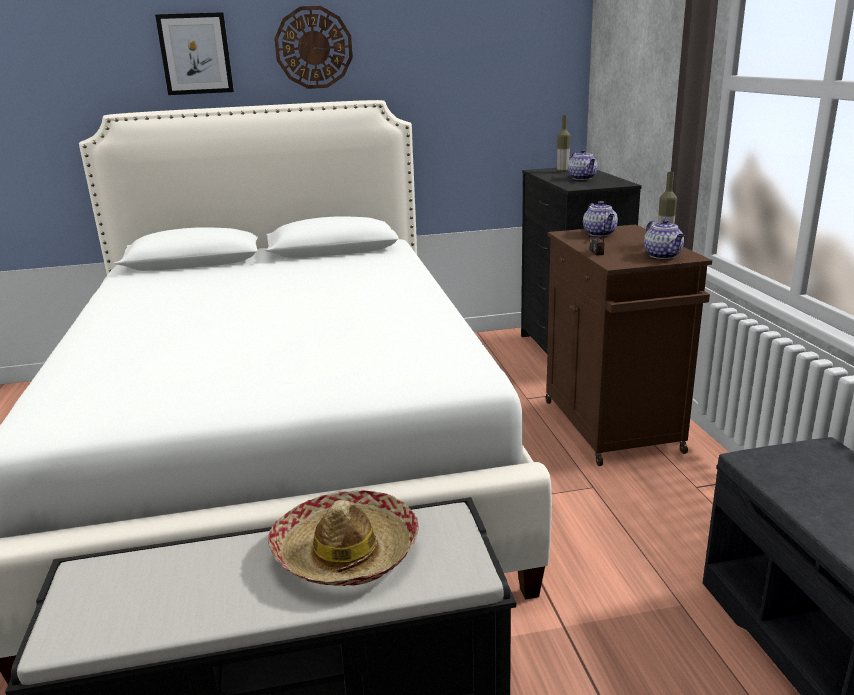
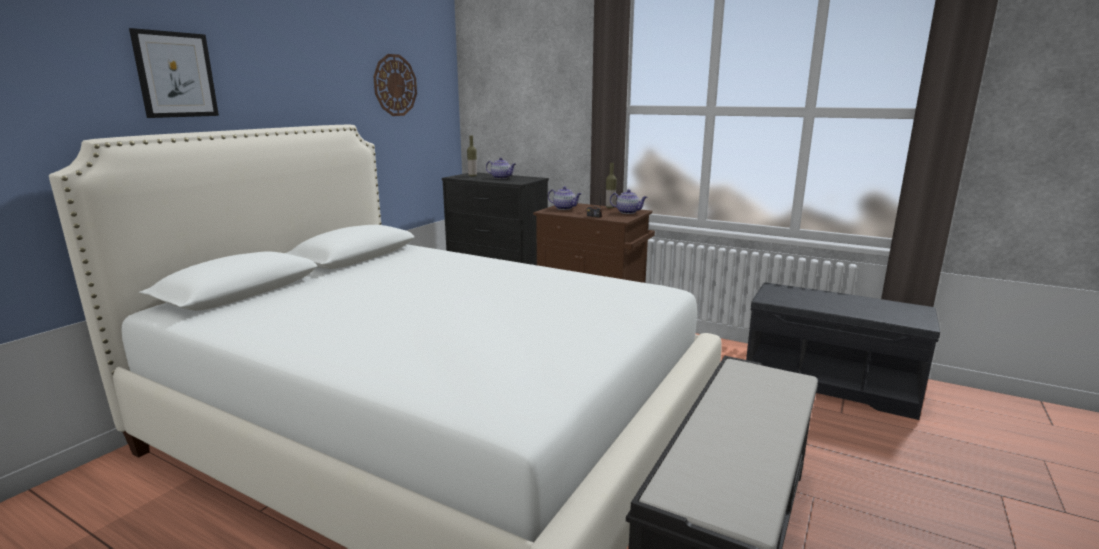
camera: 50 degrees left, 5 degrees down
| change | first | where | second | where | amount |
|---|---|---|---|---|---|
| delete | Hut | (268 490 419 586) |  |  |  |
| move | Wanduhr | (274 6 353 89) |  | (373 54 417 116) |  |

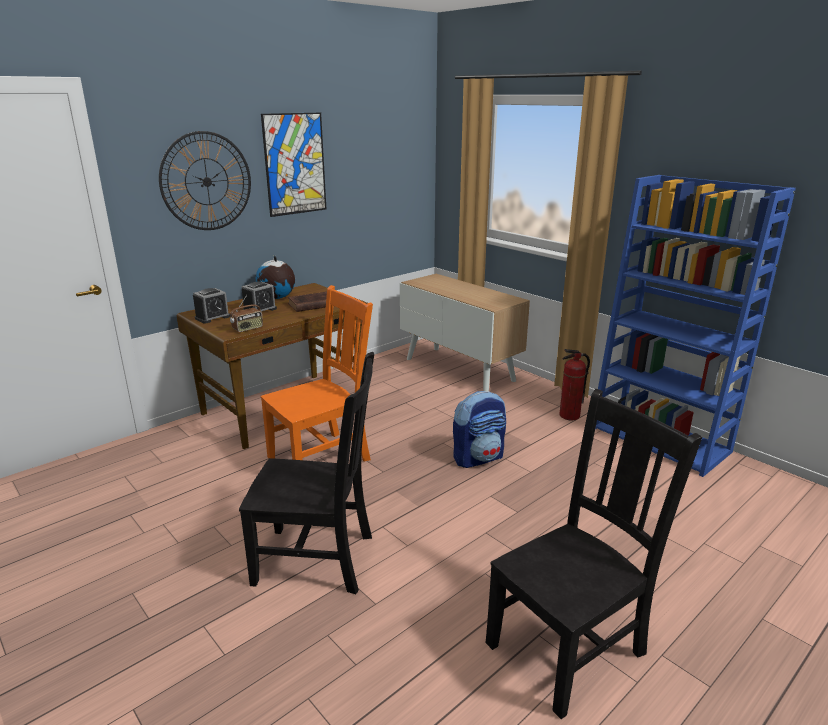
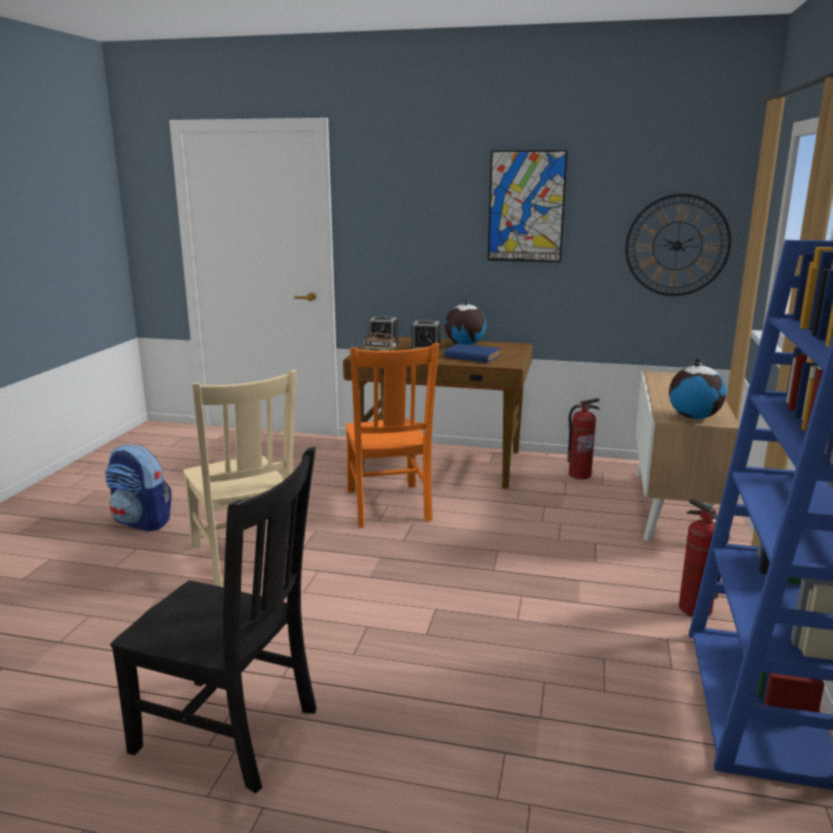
camera: 55 degrees right, 5 degrees down
| change | first | where | second | where | amount |
|---|---|---|---|---|---|
| insert |  |  | Feuerlöscher | (567 398 600 479) |  |
| insert |  |  | Globus | (669 358 727 419) |  |
| move | Wanduhr | (159 131 251 230) |  | (625 194 731 296) |  |
| move | Rucksack | (453 391 506 468) |  | (105 444 171 532) |  |
| recolor | Stuhl (schwarz) | (239 352 374 594) | Stuhl (beige) | (183 370 297 587) |  |
| recolor | Buch (braun) | (288 292 327 312) | Buch (blau) | (444 343 501 363) |  |
| rotate | Stuhl (orange) | (260 285 373 461) |  | (345 343 439 528) | 60 degrees clockwise |

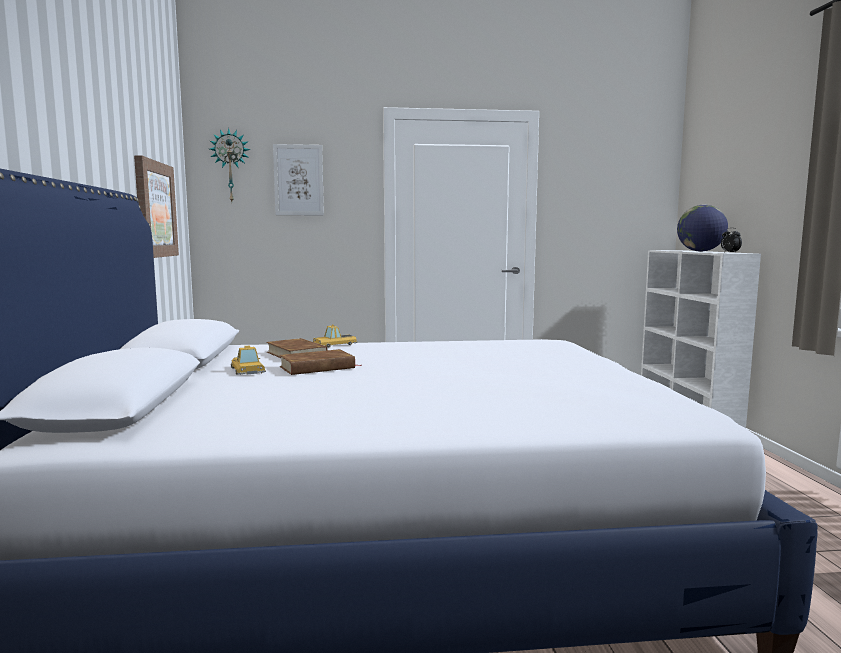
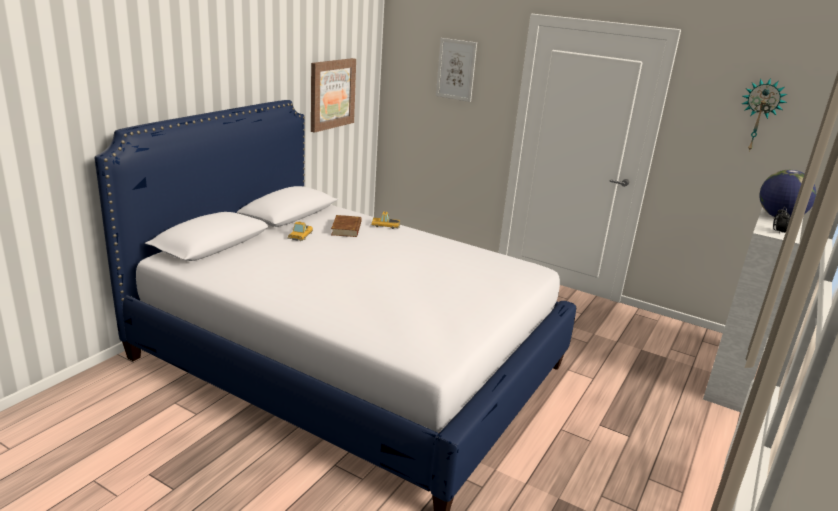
camera: 35 degrees right, 15 degrees up
| change | first | where | second | where | amount |
|---|---|---|---|---|---|
| delete | Buch (braun) | (279 349 362 375) |  |  |  |
| move | Wanduhr | (210 128 250 202) |  | (742 78 787 151) |  |

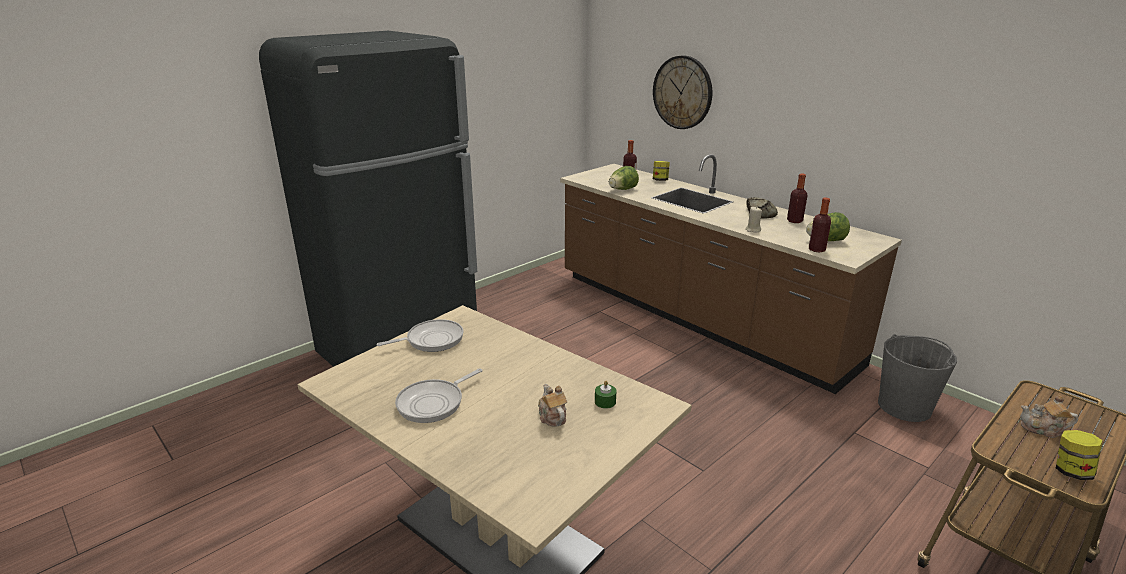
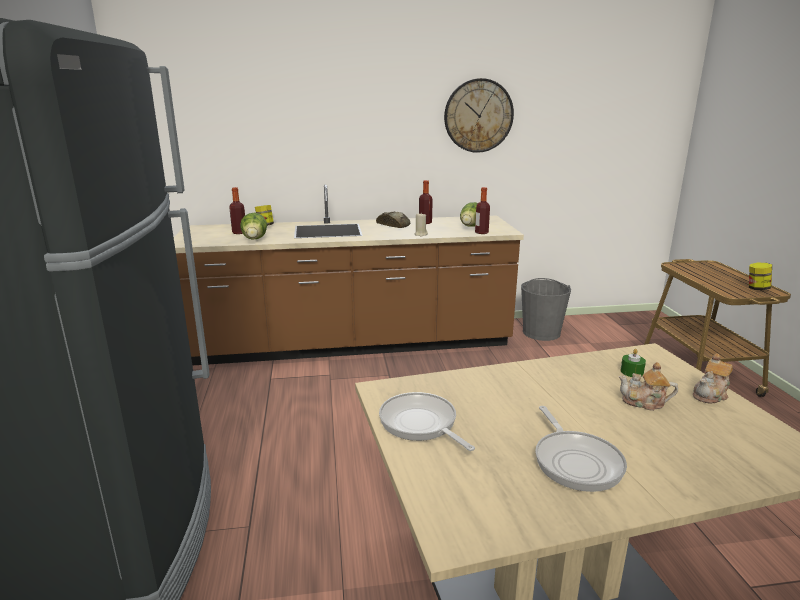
camera: 55 degrees left, 5 degrees down
| change | first | where | second | where | amount |
|---|---|---|---|---|---|
| move | Wanduhr | (653 55 712 129) |  | (444 78 514 153) |  |
| move | Teekanne | (1020 395 1078 438) |  | (693 353 733 404) |  |
| rotate | Pfanne | (376 319 463 352) |  | (379 392 475 451) | 45 degrees counterclockwise |

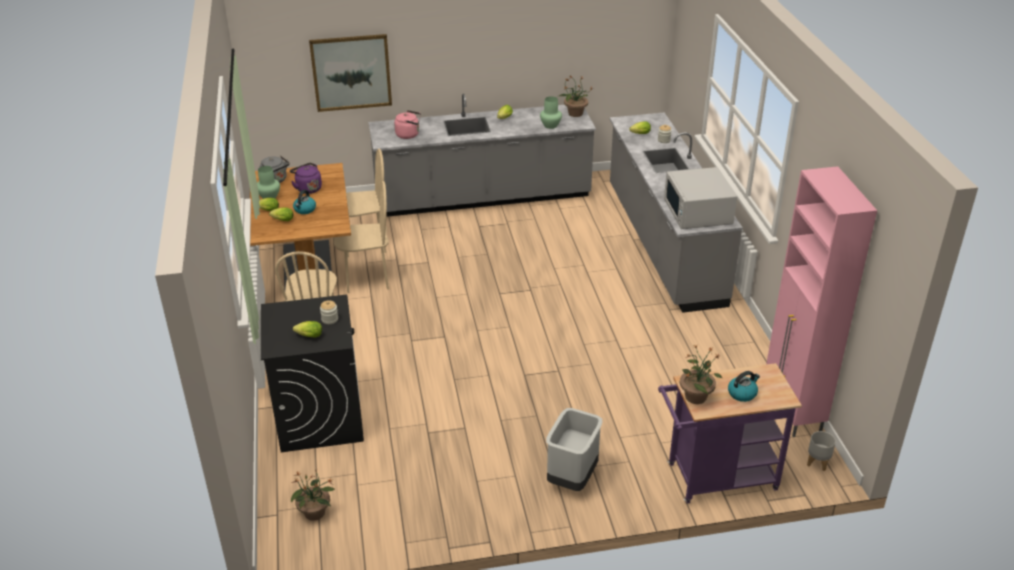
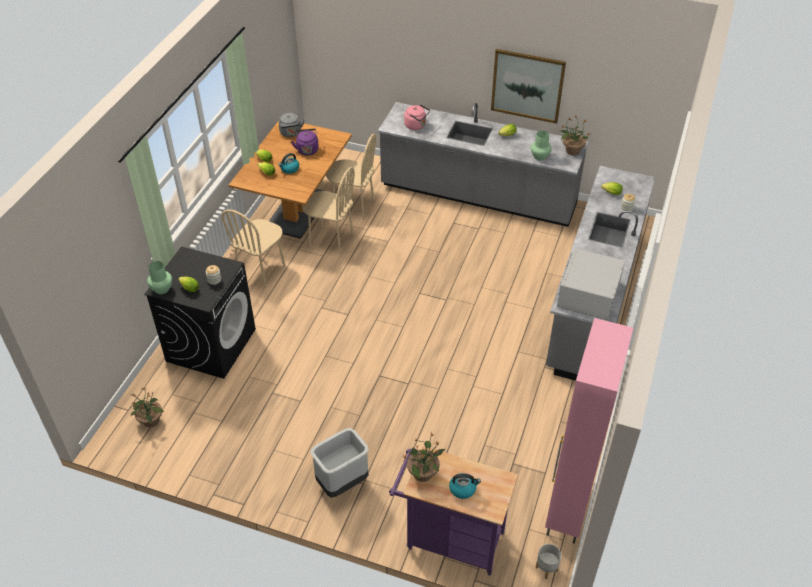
camera: 30 degrees right, 10 degrees up
| change | first | where | second | where | amount |
|---|---|---|---|---|---|
| move | Vase (grün) | (257 166 280 199) |  | (147 261 172 294) |  |
| move | Bild | (309 34 392 112) |  | (491 49 566 124) |  |

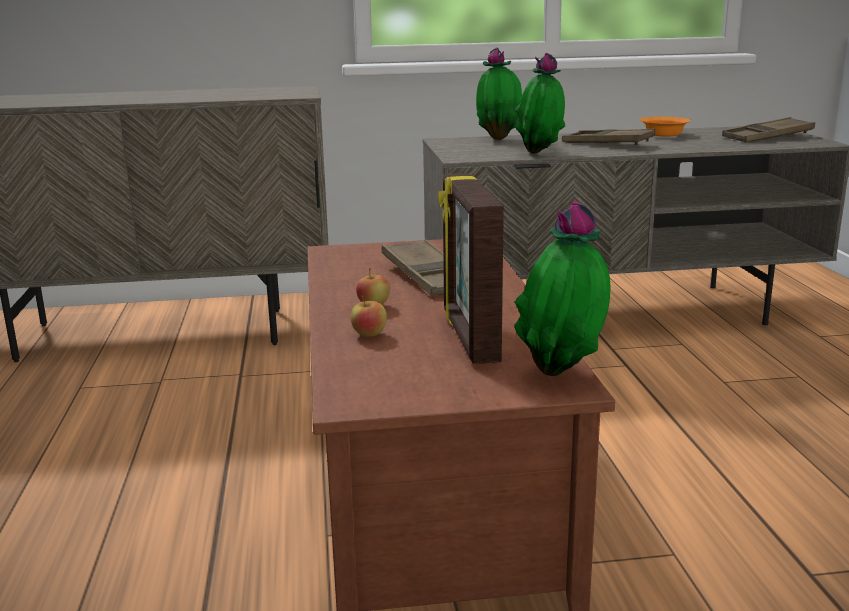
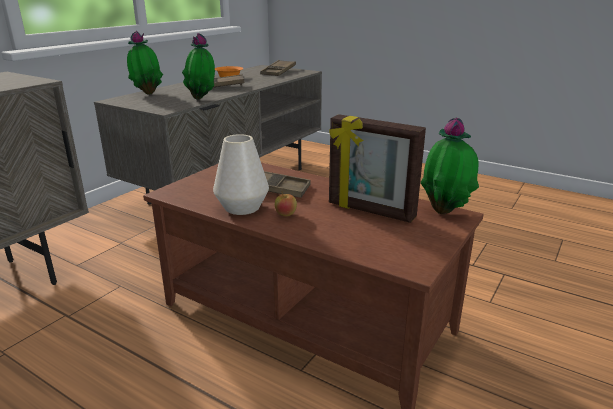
camera: 50 degrees left, 5 degrees up
| change | first | where | second | where | amount |
|---|---|---|---|---|---|
| delete | Apfel | (351 296 387 337) |  |  |  |
| insert |  |  | Vase (weiß) | (213 134 269 215) |  |

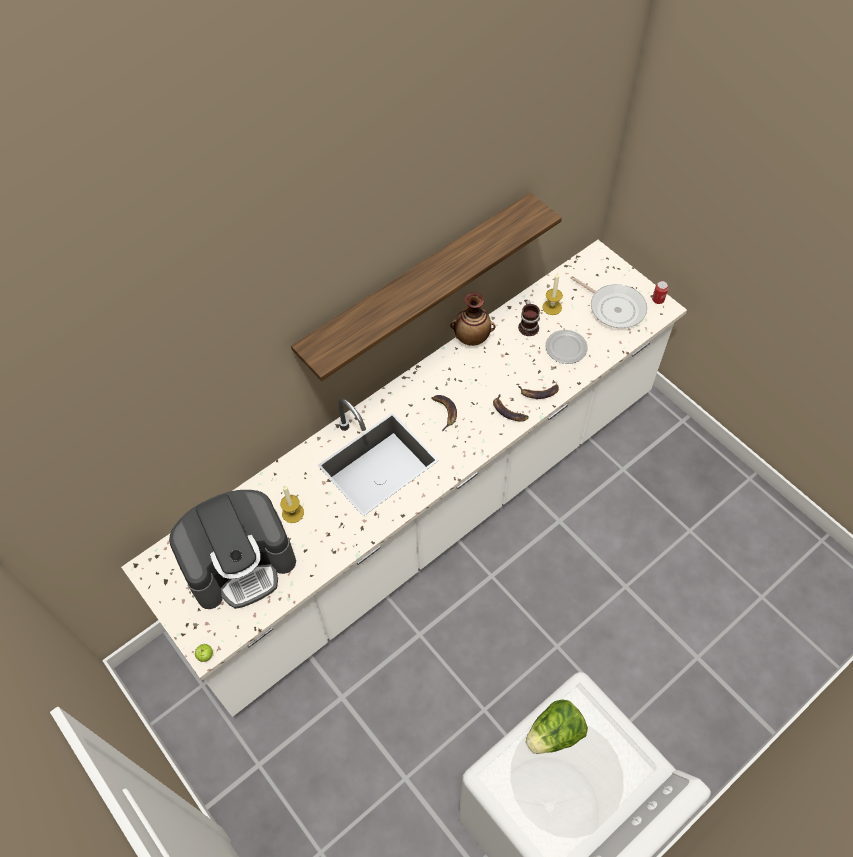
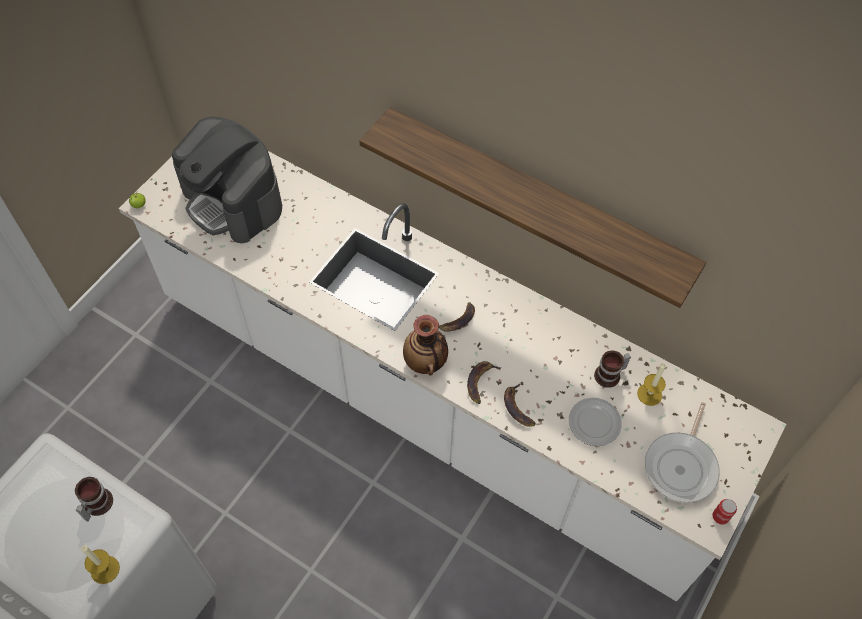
camera: 70 degrees right, 0 degrees up
| change | first | where | second | where | amount |
|---|---|---|---|---|---|
| move | Kerze | (280 485 304 523) |  | (81 545 120 584) |  |
| move | Vase | (450 292 495 346) |  | (403 315 448 375) |  |
| replace | Salatkopf | (526 700 588 754) | Henkelbecher | (75 477 113 521) |  |

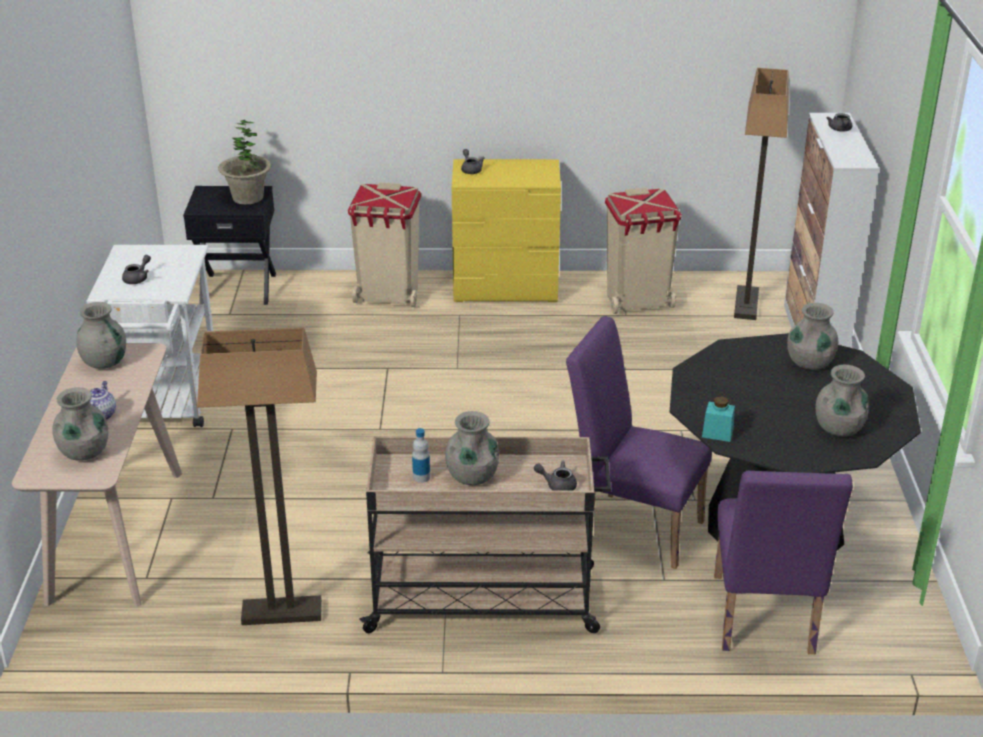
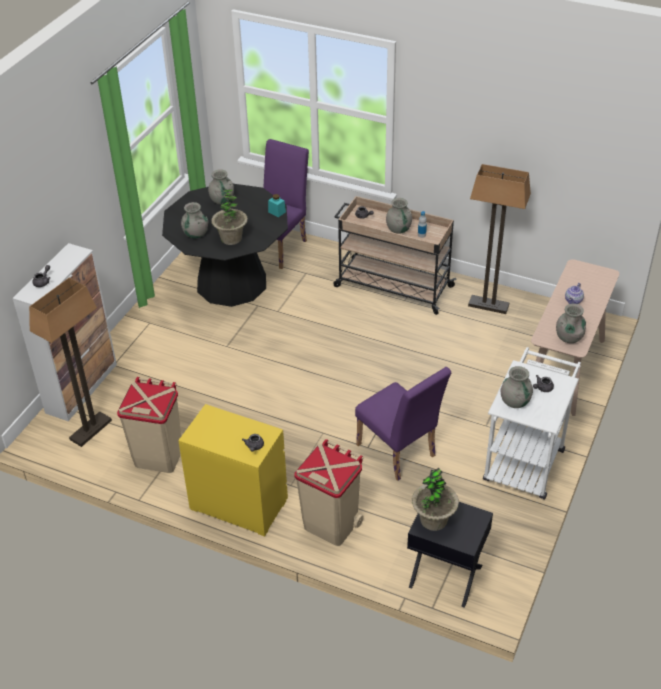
camera: 155 degrees left, 10 degrees up
| change | first | where | second | where | amount |
|---|---|---|---|---|---|
| insert |  |  | Topfpflanze | (211 189 248 245) |  |
| move | Vase (grau) | (52 387 108 460) |  | (501 366 533 408) |  |
| move | Stuhl (lila) | (566 316 712 569) |  | (355 367 451 481) |  |

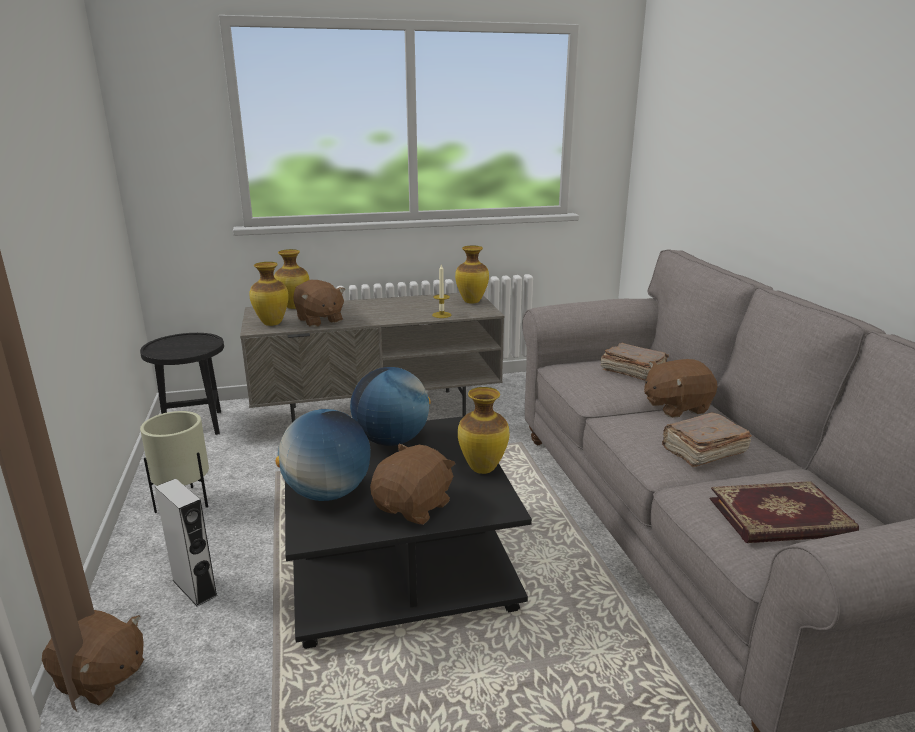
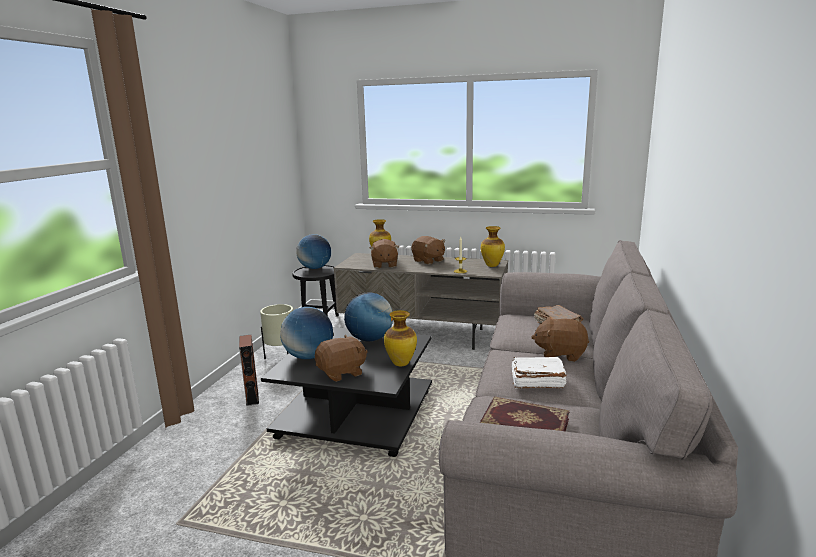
camera: 30 degrees right, 5 degrees down
| change | first | where | second | where | amount |
|---|---|---|---|---|---|
| delete | Vase | (249 262 289 326) |  |  |  |
| insert |  |  | Globus | (296 234 331 269) |  |
| move | Plüschtier (braun) | (42 610 144 705) |  | (411 236 445 265) |  |
| recolor | Lautsprecher (grau) | (155 479 218 606) | Lautsprecher (braun) | (239 335 259 406) |  |
| recolor | Buch (braun) | (662 413 752 467) | Buch (weiß) | (511 357 566 388) |  |

